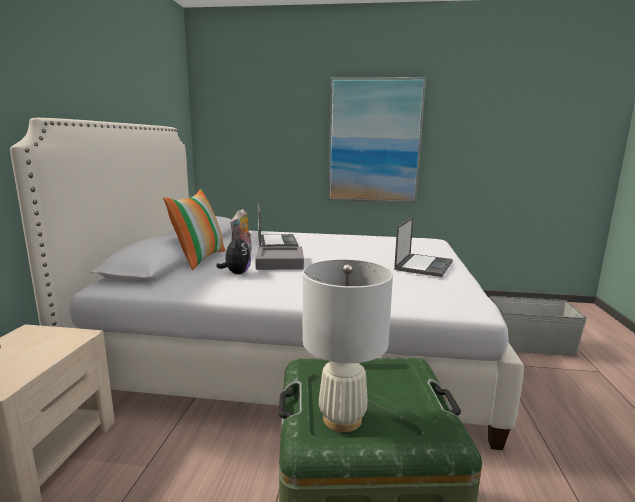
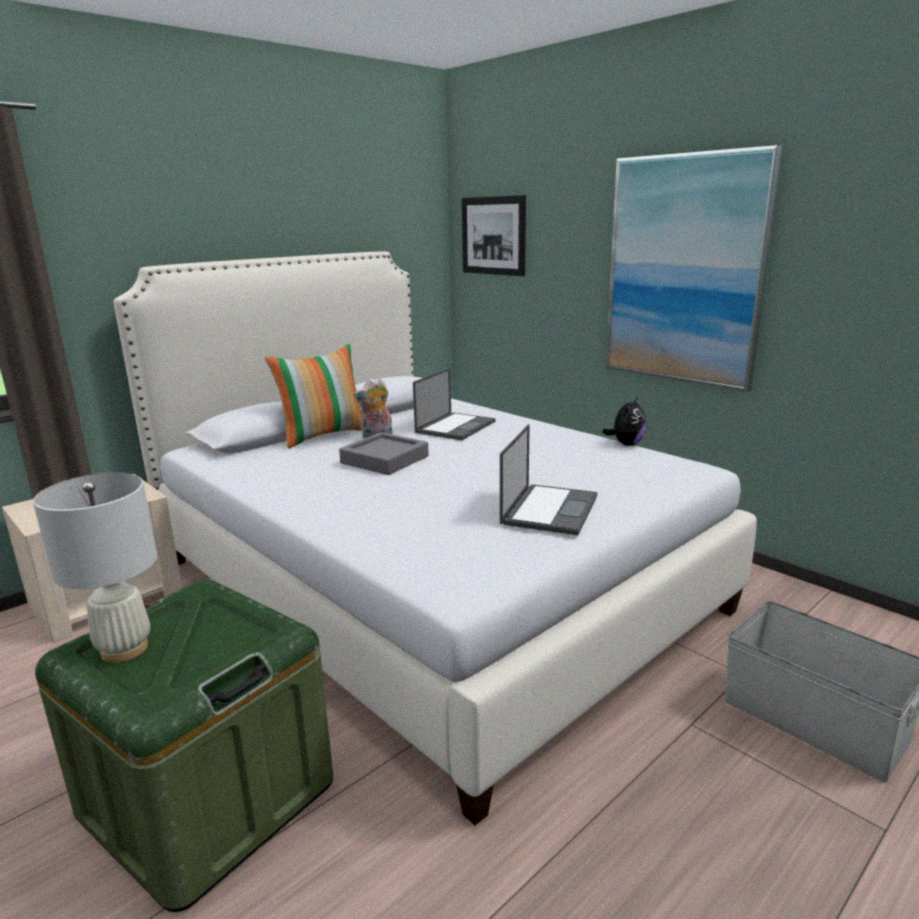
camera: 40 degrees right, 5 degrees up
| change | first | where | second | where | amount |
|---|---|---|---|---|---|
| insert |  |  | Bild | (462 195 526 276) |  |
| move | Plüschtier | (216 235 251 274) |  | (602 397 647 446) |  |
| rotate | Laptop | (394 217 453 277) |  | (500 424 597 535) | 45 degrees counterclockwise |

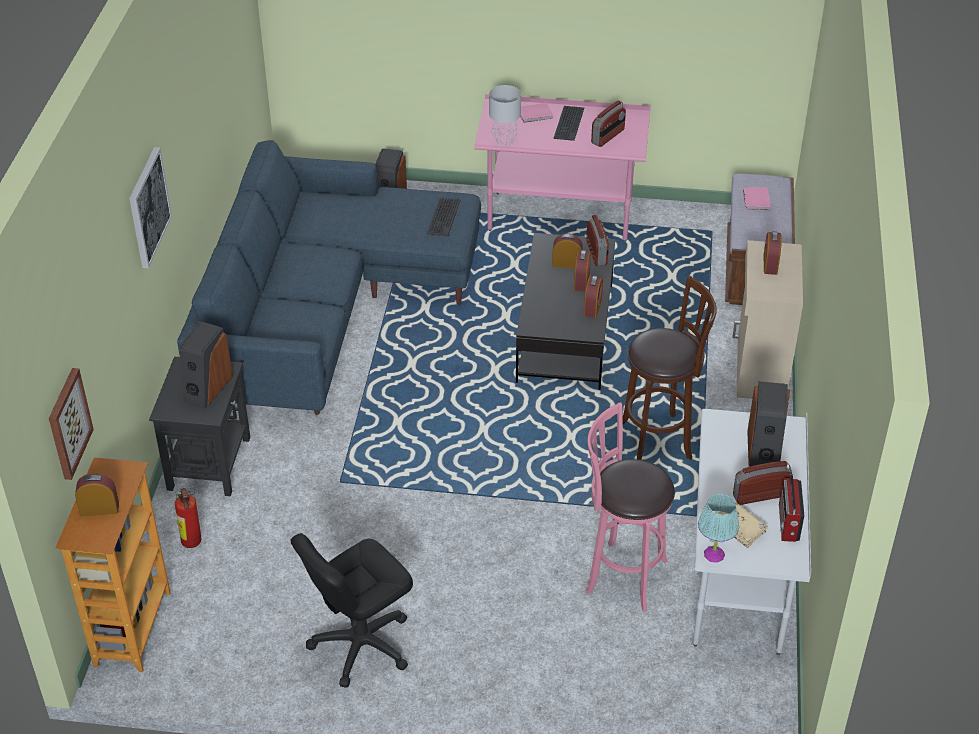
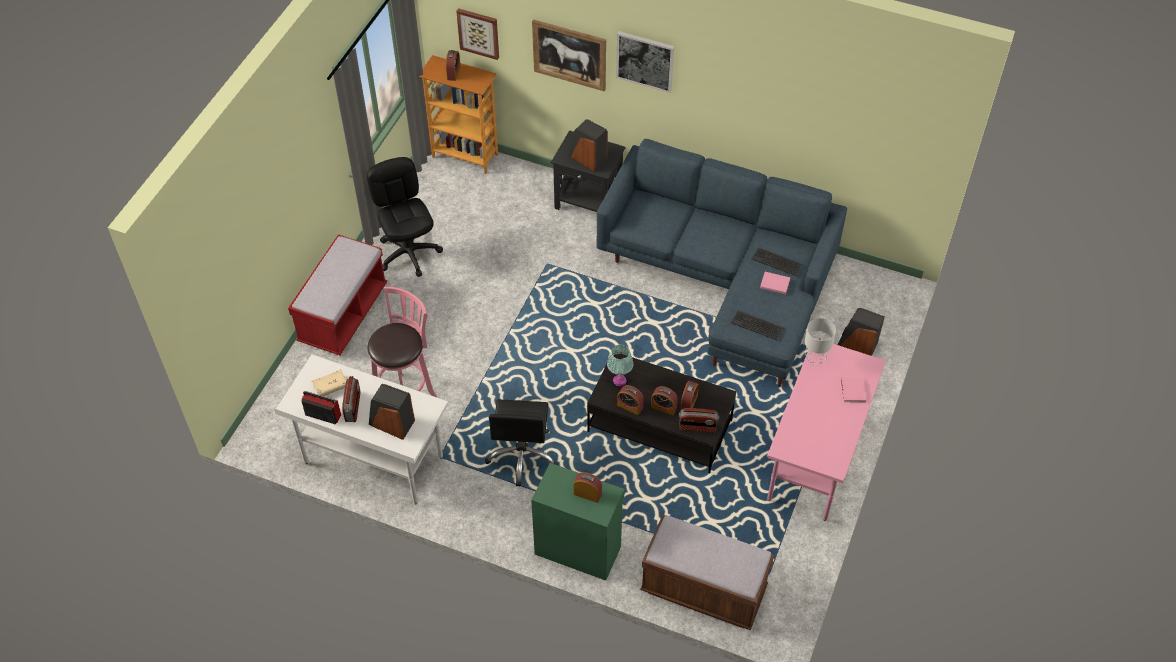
camera: 105 degrees right, 10 degrees up
| change | first | where | second | where | amount |
|---|---|---|---|---|---|
| delete | Feuerlöscher | (175 488 201 548) |  |  |  |
| delete | Radio | (591 100 626 147) |  |  |  |
| insert |  |  | Bank (rot) | (288 234 387 355) |  |
| insert |  |  | Bild | (532 19 606 91) |  |
| move | Tastatur | (553 106 584 141) |  | (752 247 802 276) |  |
| move | Tischlampe (türkis) | (698 494 739 563) |  | (607 345 634 386) |  |
| move | Buch (rosa) | (743 187 770 210) |  | (760 272 790 294) |  |
| replace | Hocker (braun) | (623 276 717 460) | Bürostuhl (schwarz) | (485 399 557 486) |  |
| recolor | Schrank (beige) | (732 240 803 399) | Schrank (grün) | (531 463 625 581) |  |

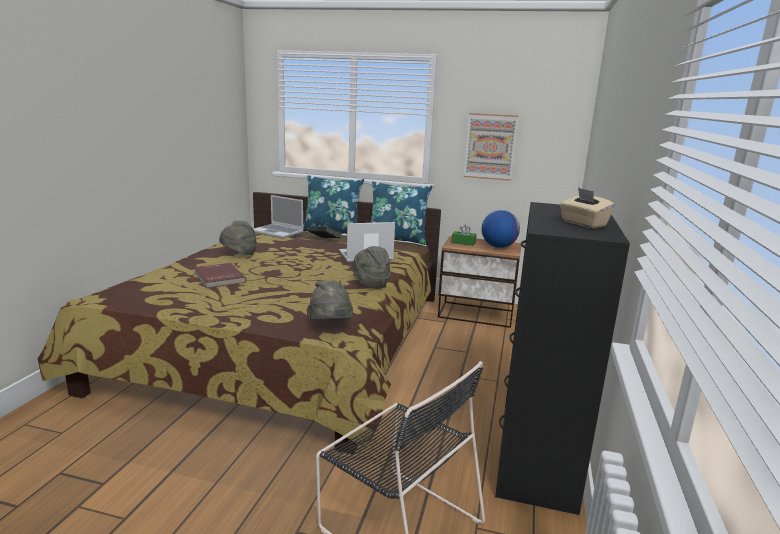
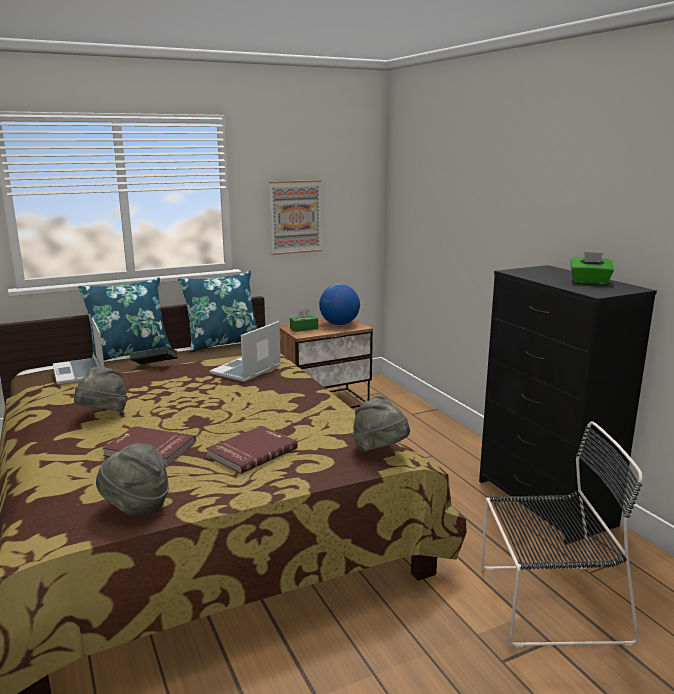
camera: 40 degrees left, 0 degrees up
| change | first | where | second | where | amount |
|---|---|---|---|---|---|
| insert |  |  | Buch (rot) | (206 426 298 474) |  |
| move | Hut (grau) | (352 246 391 289) |  | (96 443 169 516) |  |
| recolor | Taschentuchbox (beige) | (560 188 615 228) | Taschentuchbox (grün) | (570 252 614 284) |  |
| rotate | Laptop | (254 195 303 239) |  | (53 318 104 385) | 75 degrees clockwise |

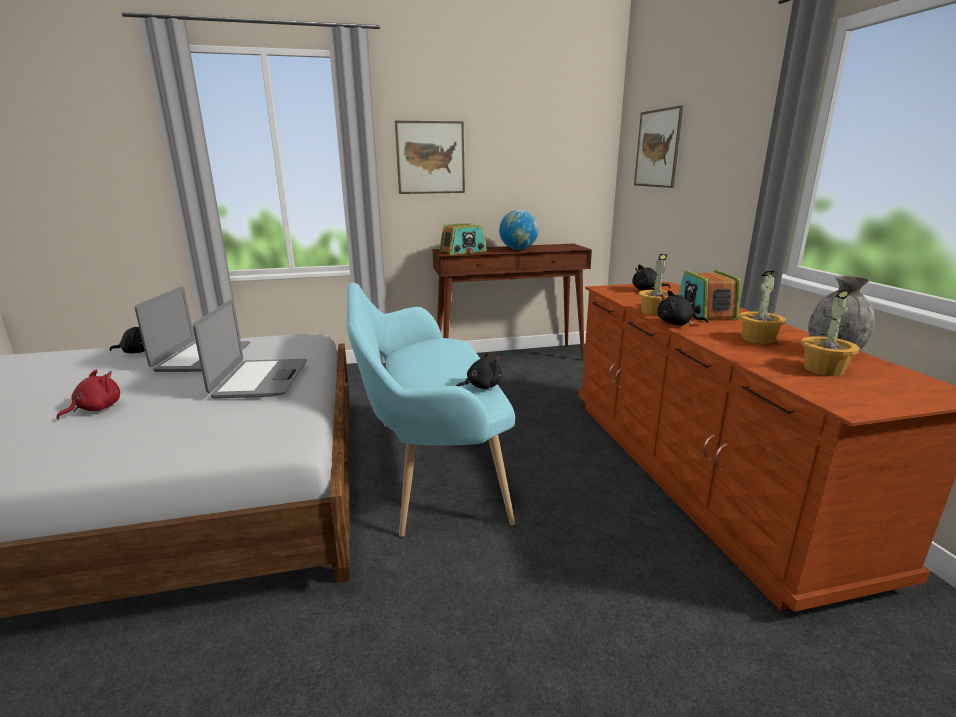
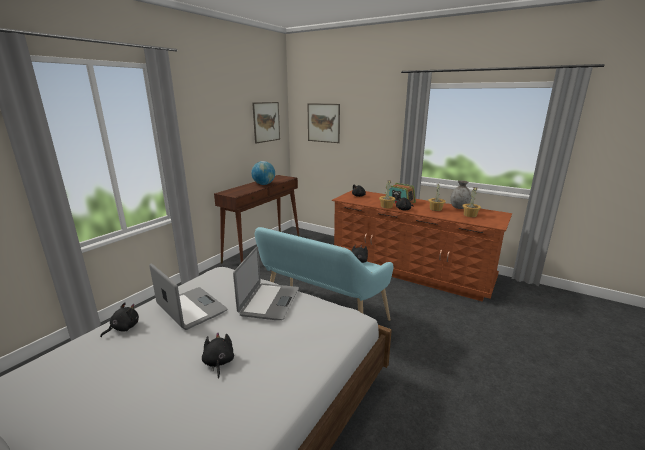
camera: 45 degrees left, 0 degrees up
| change | first | where | second | where | amount |
|---|---|---|---|---|---|
| delete | Radio | (439 223 486 255) |  |  |  |
| move | Bild | (395 121 465 194) |  | (252 102 280 144) |  |
| recolor | Plüschtier (rot) | (56 370 120 419) | Plüschtier (schwarz) | (202 332 234 379) |  |
| rotate | Laptop | (193 299 307 399) |  | (233 247 299 320) | 60 degrees clockwise |

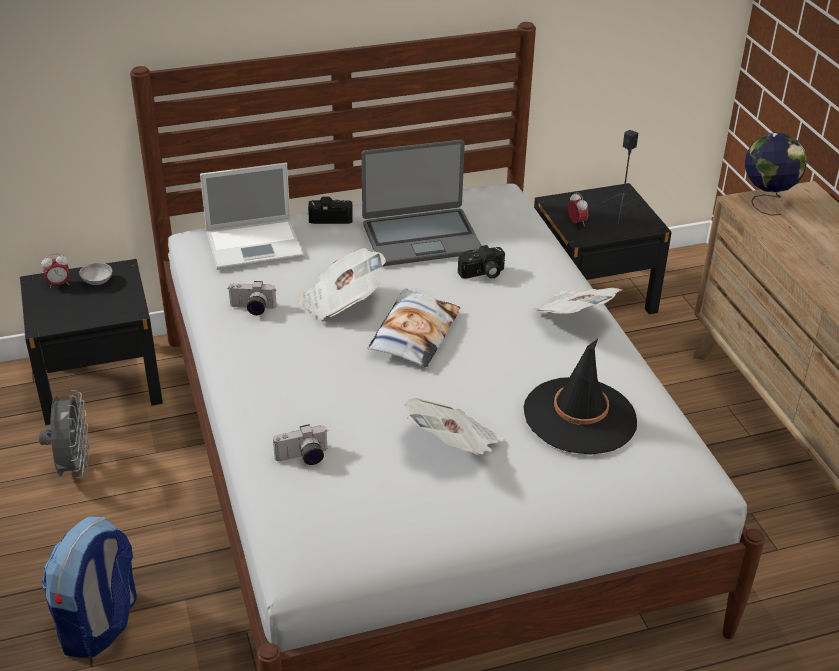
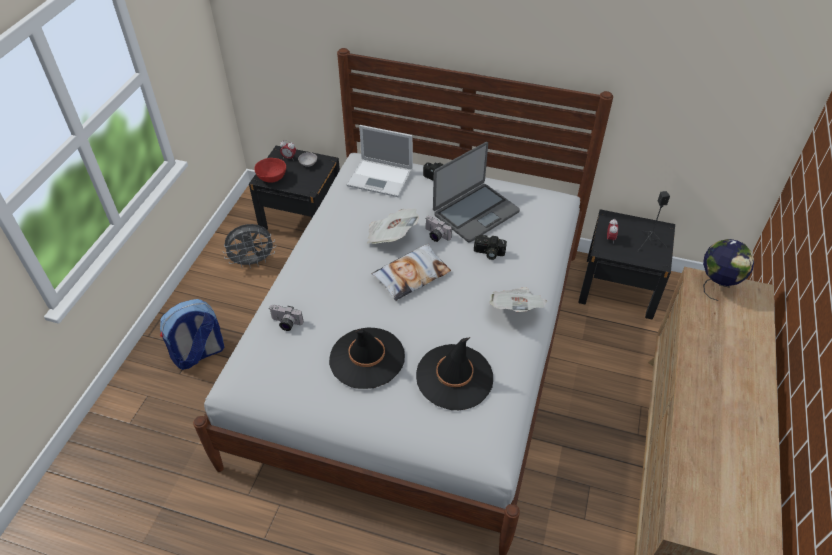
camera: 35 degrees right, 10 degrees up
| change | first | where | second | where | amount |
|---|---|---|---|---|---|
| insert |  |  | Schüssel (rot) | (254 158 286 183) |  |
| move | Kamera | (227 281 277 315) |  | (426 216 452 242) |  |
| replace | Zeitung | (404 398 504 455) | Hut (schwarz) | (329 327 405 389) |  |
| rotate | Ventilator (grau) | (39 390 90 479) |  | (223 224 276 268) | 45 degrees clockwise |
| rotate | Laptop | (361 140 482 266) |  | (433 142 520 243) | 60 degrees counterclockwise |

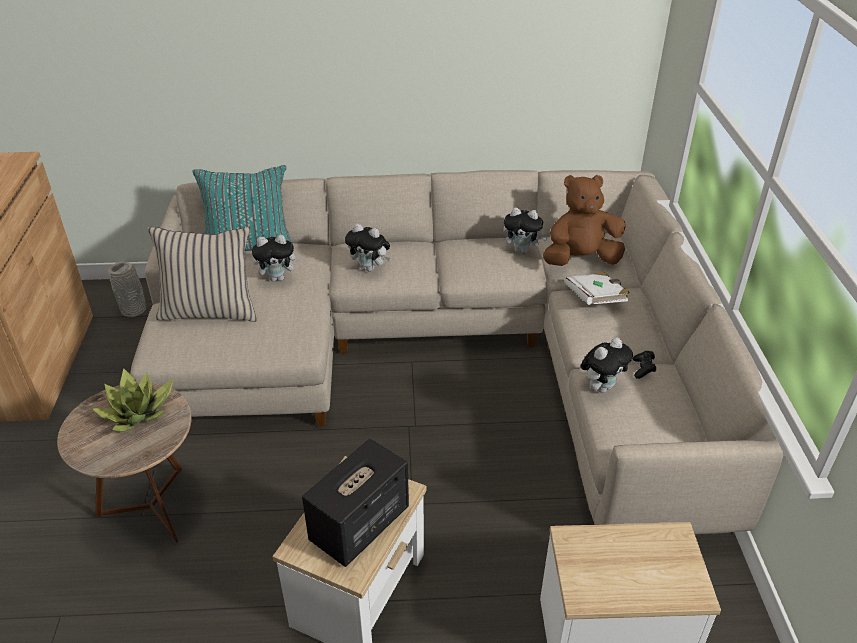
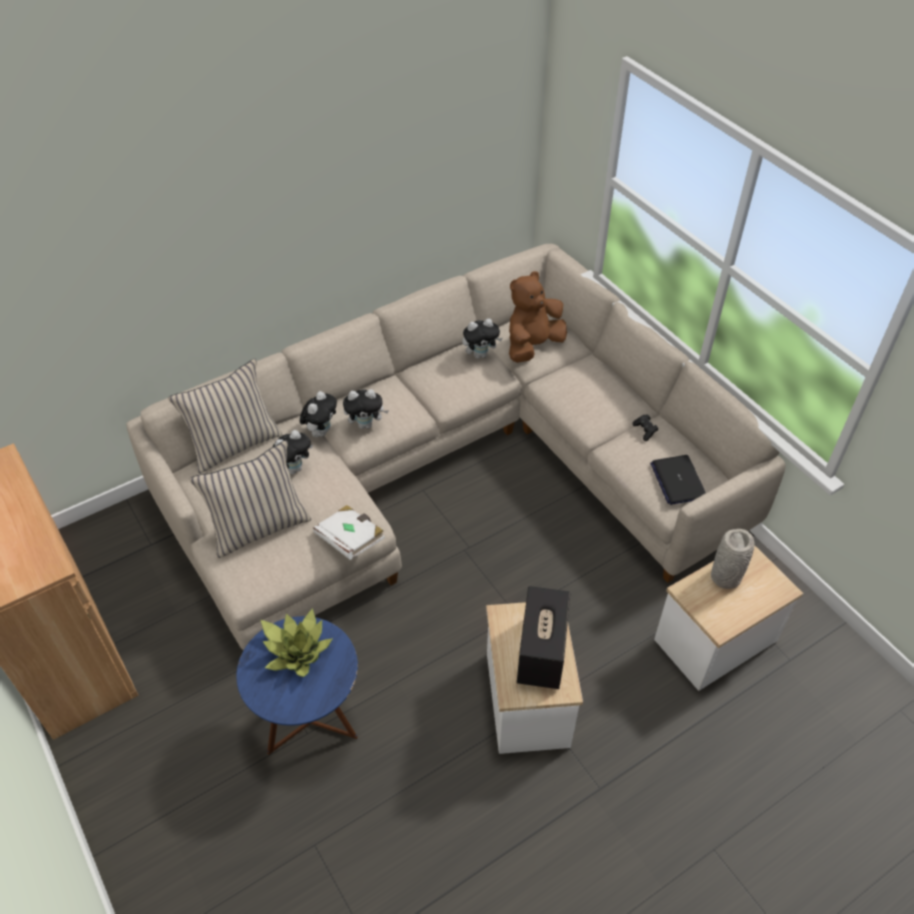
camera: 30 degrees left, 10 degrees up
| change | first | where | second | where | amount |
|---|---|---|---|---|---|
| insert |  |  | Laptop | (650 455 706 505) |  |
| move | Vase (grau) | (108 262 146 317) |  | (711 529 755 589) |  |
| move | Buch (weiß) | (565 272 629 305) |  | (313 505 385 560) |  |
| move | Plüschtier | (581 338 633 393) |  | (300 391 337 437) |  |
| recolor | Beistelltisch (braun) | (57 382 192 543) | Beistelltisch (blau) | (236 616 358 755) |  |
| recolor | Kissen (türkis) | (193 165 294 252) | Kissen (beige) | (168 359 283 474) |  |

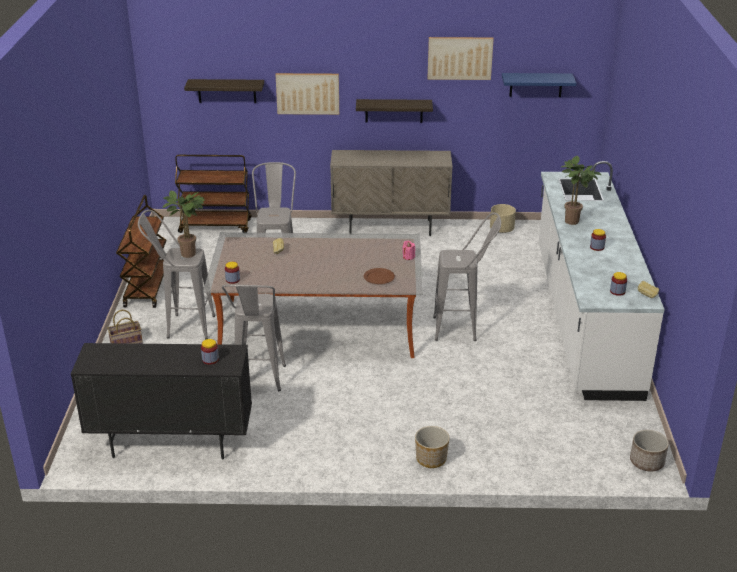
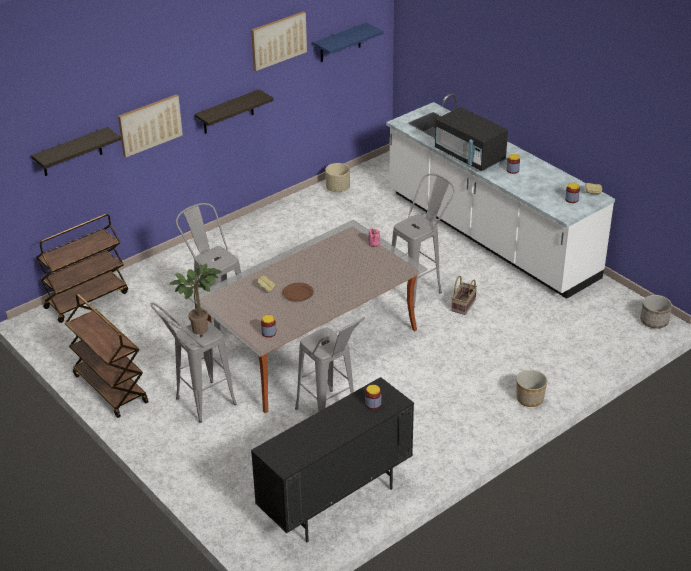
camera: 40 degrees left, 5 degrees up
| change | first | where | second | where | amount |
|---|---|---|---|---|---|
| delete | Schrank (beige) | (330 150 453 236) |  |  |  |
| move | Korb | (107 310 143 344) |  | (451 276 477 315) |  |
| move | Teller (braun) | (364 268 395 284) |  | (283 283 314 301) |  |
| replace | Topfpflanze | (561 156 601 225) | Mikrowelle (schwarz) | (435 107 508 171) |  |

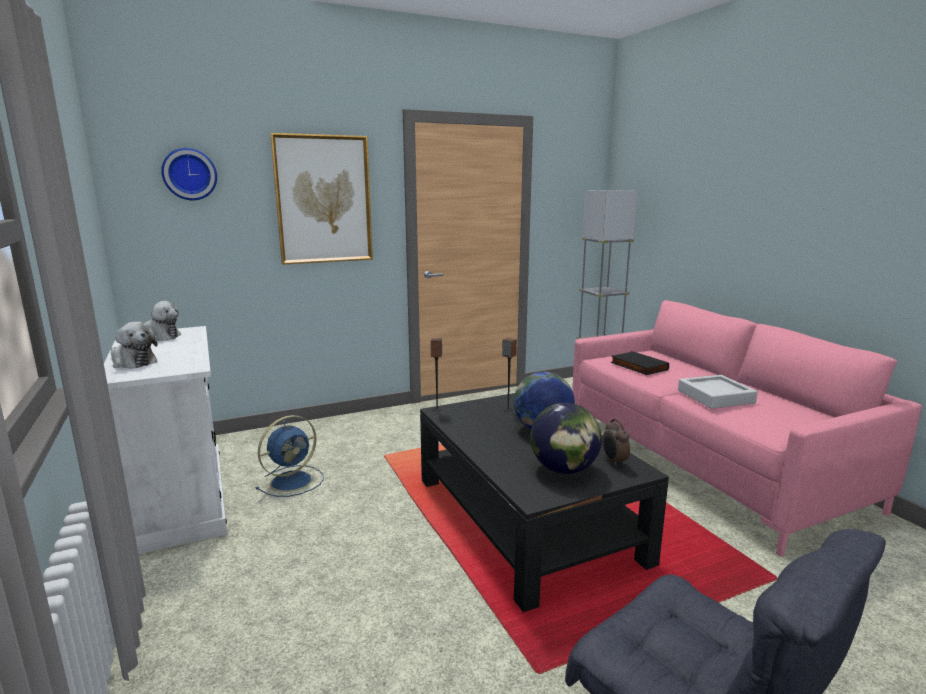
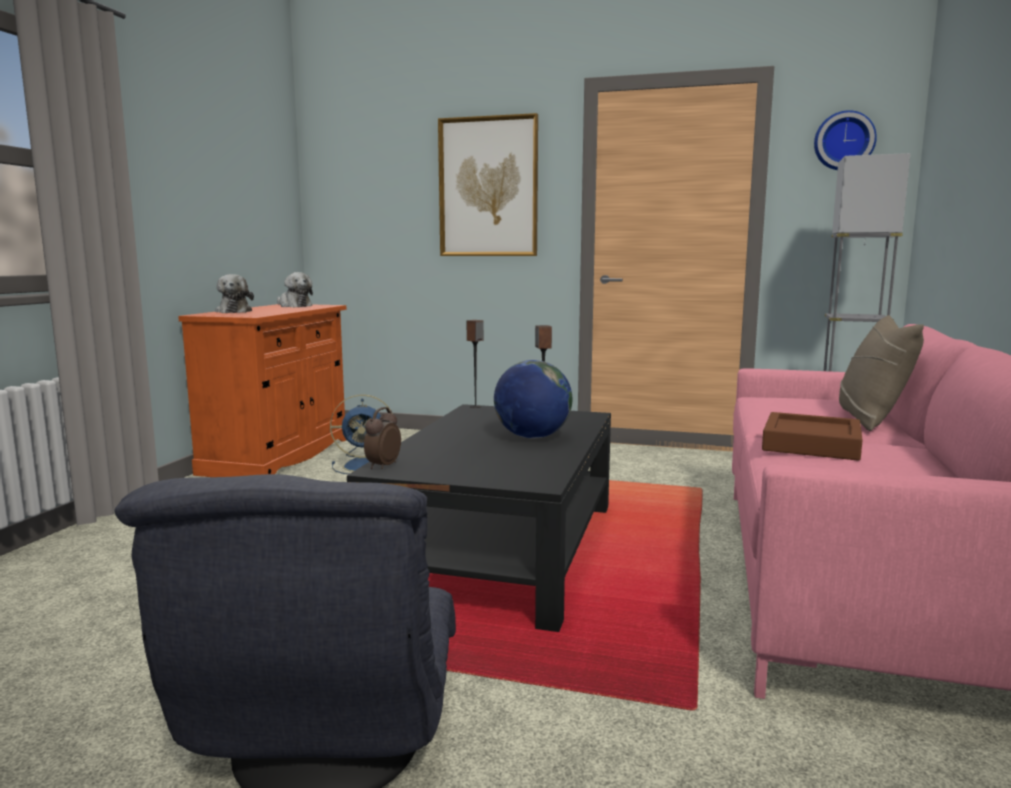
camera: 40 degrees right, 5 degrees down
| change | first | where | second | where | amount |
|---|---|---|---|---|---|
| delete | Globus | (530 403 602 474) |  |  |  |
| delete | Buch (schwarz) | (610 351 669 375) |  |  |  |
| insert |  |  | Kissen (beige) | (839 315 924 431) |  |
| move | Wanduhr | (161 148 217 200) |  | (814 110 877 170) |  |
| move | Wecker | (602 419 630 467) |  | (364 407 401 469) |  |
| recolor | Schrank (weiß) | (104 326 227 554) | Schrank (orange) | (178 304 346 477) |  |
| recolor | Tablett (grau) | (678 375 758 409) | Tablett (braun) | (762 412 863 461) |  |

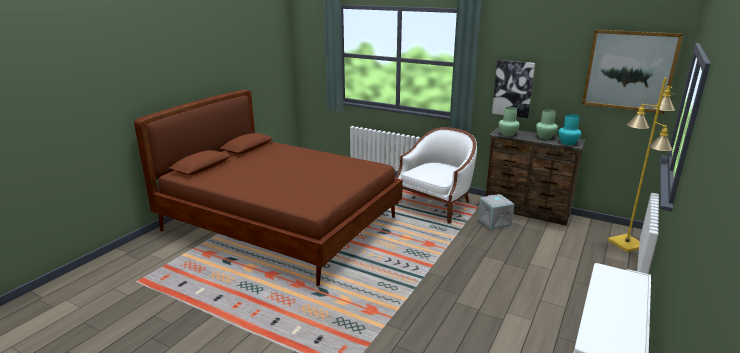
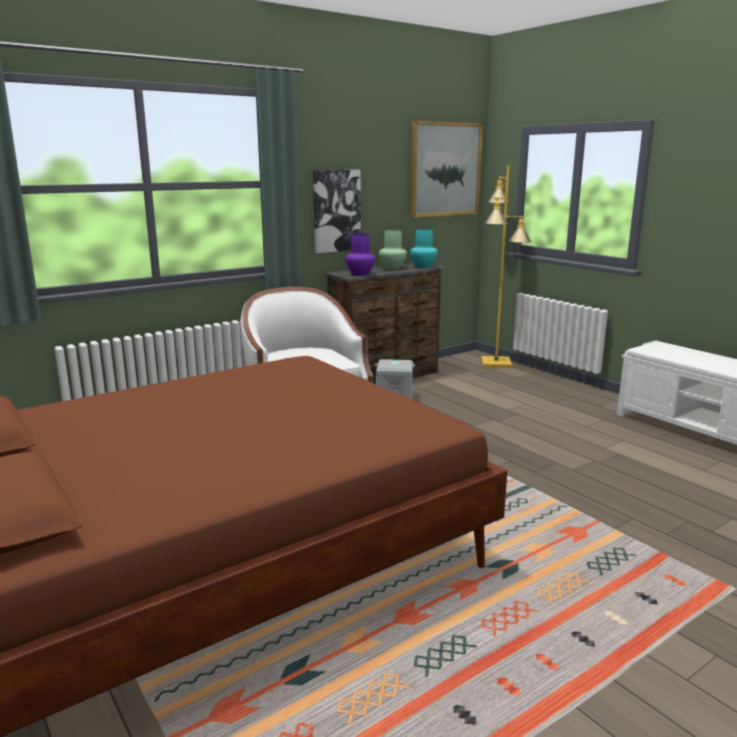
camera: 65 degrees left, 5 degrees down
| change | first | where | second | where | amount |
|---|---|---|---|---|---|
| recolor | Vase (grün) | (499 107 520 136) | Vase (lila) | (346 234 375 275) |  |

